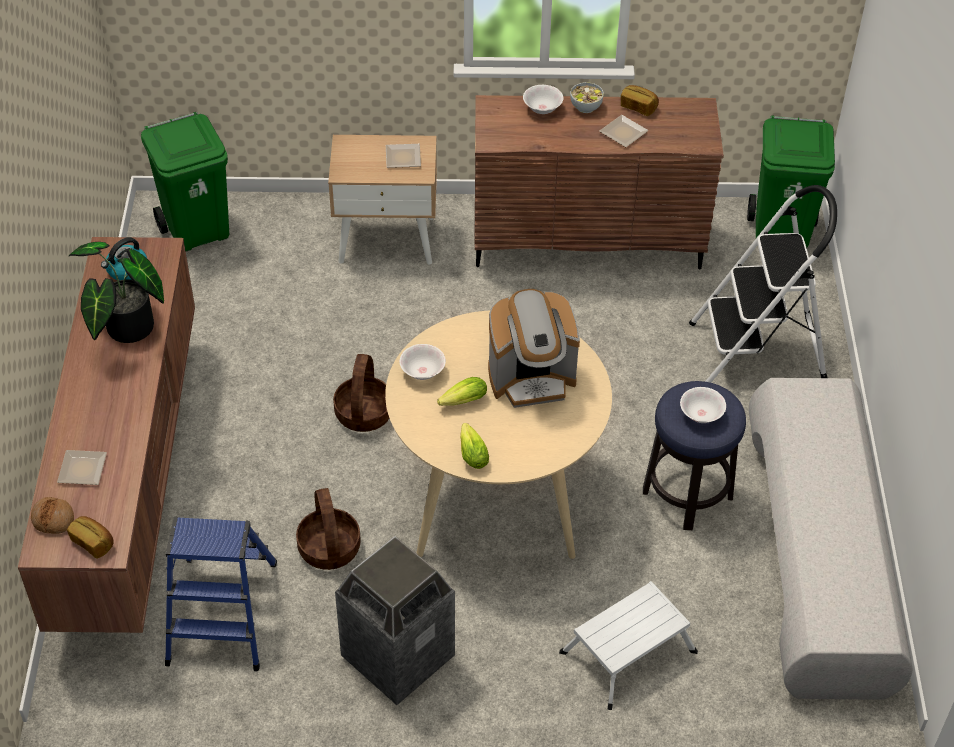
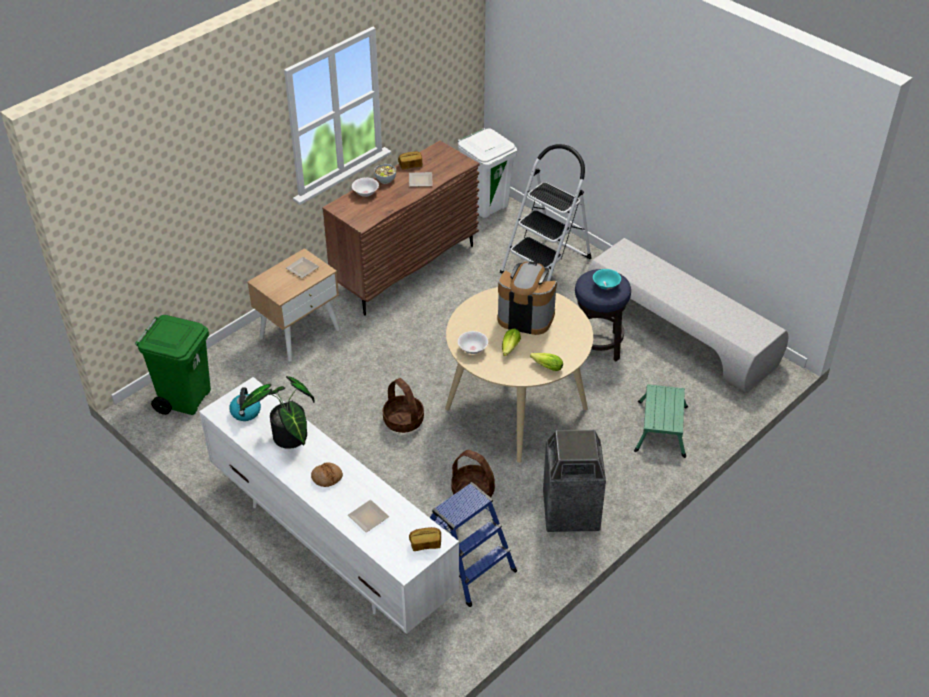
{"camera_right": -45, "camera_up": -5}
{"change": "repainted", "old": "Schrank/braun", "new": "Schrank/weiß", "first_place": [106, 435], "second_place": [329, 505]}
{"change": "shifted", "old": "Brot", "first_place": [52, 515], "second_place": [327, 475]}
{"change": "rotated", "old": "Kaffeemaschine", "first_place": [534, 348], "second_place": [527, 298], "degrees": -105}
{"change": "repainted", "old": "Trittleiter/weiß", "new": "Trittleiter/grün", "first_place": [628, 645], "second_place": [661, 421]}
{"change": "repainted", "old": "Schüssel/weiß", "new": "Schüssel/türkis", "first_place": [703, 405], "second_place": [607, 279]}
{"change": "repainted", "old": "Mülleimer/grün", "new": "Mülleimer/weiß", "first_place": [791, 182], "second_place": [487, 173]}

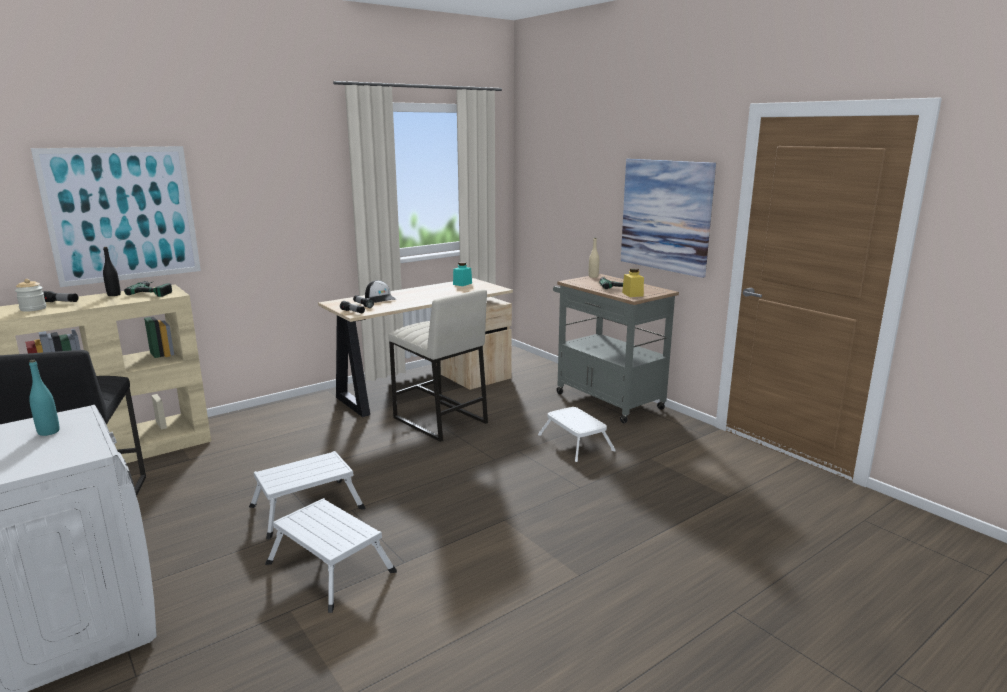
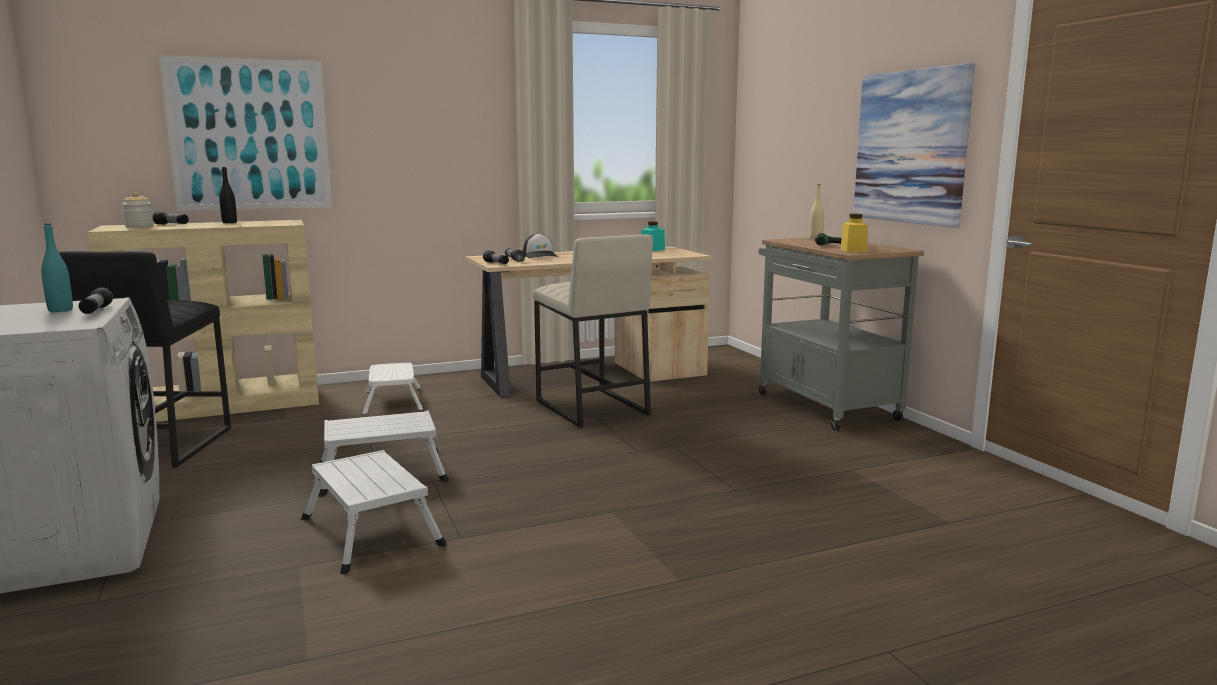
{"camera_right": 15, "camera_up": -5}
{"change": "gone", "old": "Bohrmaschine", "first_place": [148, 289]}
{"change": "shifted", "old": "Trittleiter/weiß", "first_place": [577, 434], "second_place": [392, 388]}
{"change": "new", "new": "Taschenlampe", "second_place": [96, 300]}

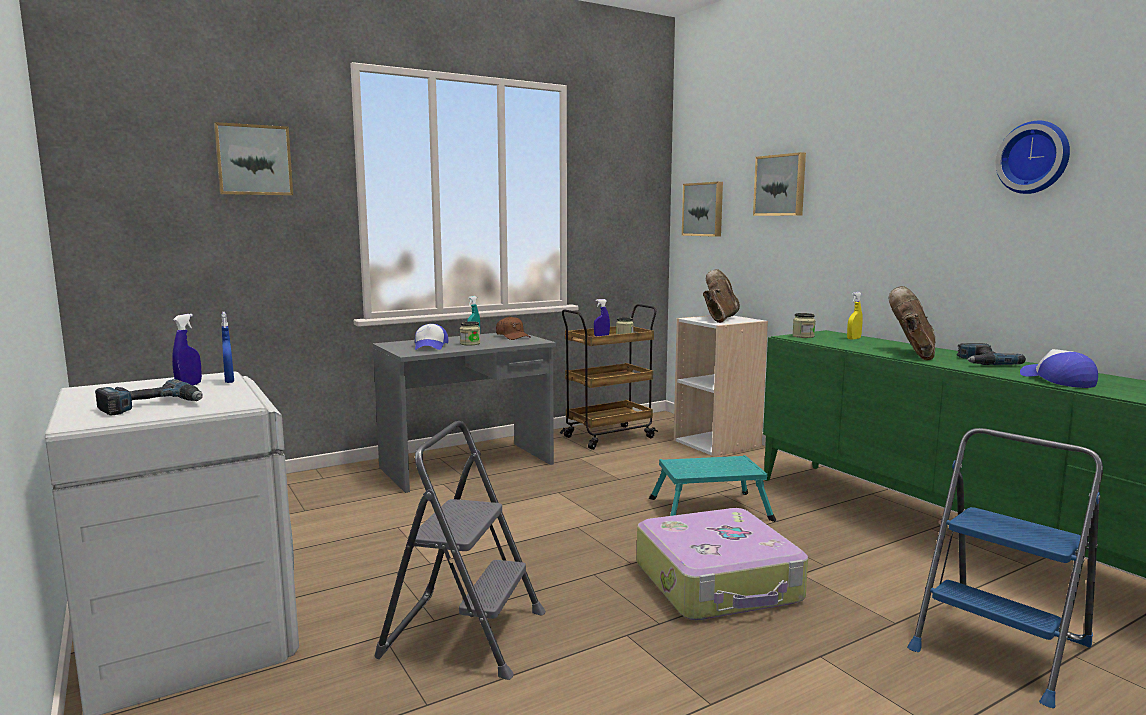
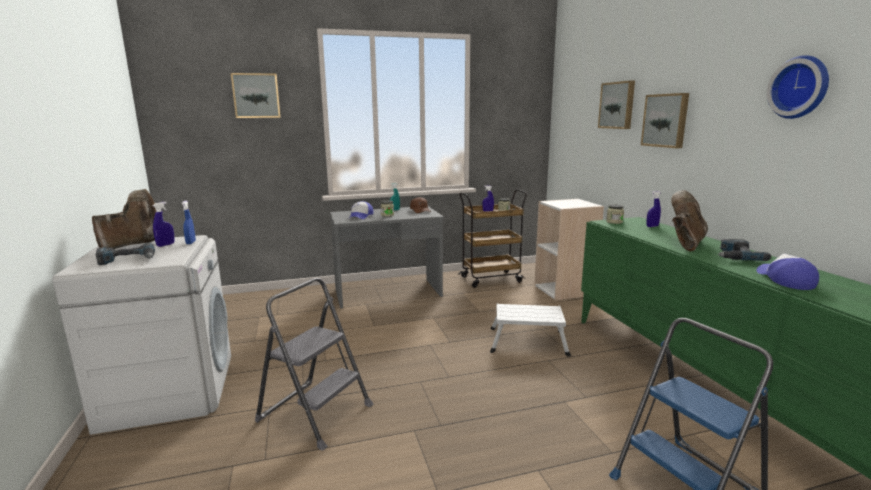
{"camera_right": 15, "camera_up": 5}
{"change": "gone", "old": "Koffer", "first_place": [722, 564]}
{"change": "repainted", "old": "Trittleiter/türkis", "new": "Trittleiter/weiß", "first_place": [712, 488], "second_place": [530, 330]}
{"change": "shifted", "old": "Bild", "first_place": [702, 209], "second_place": [665, 120]}
{"change": "shifted", "old": "Stiefel/braun", "first_place": [721, 296], "second_place": [124, 219]}
{"change": "repainted", "old": "Sprühflasche/gelb", "new": "Sprühflasche/blau", "first_place": [855, 316], "second_place": [653, 209]}

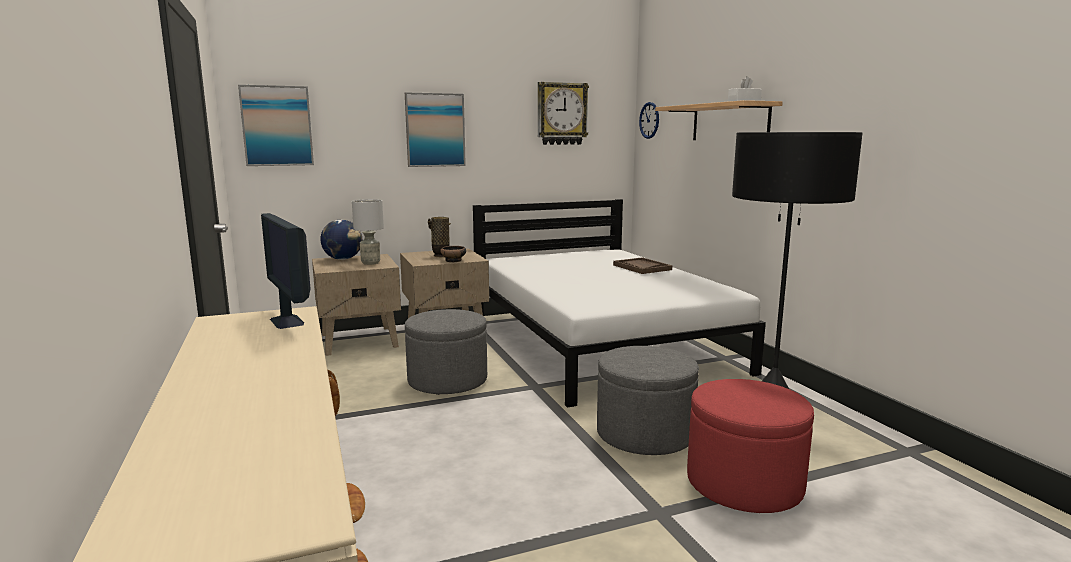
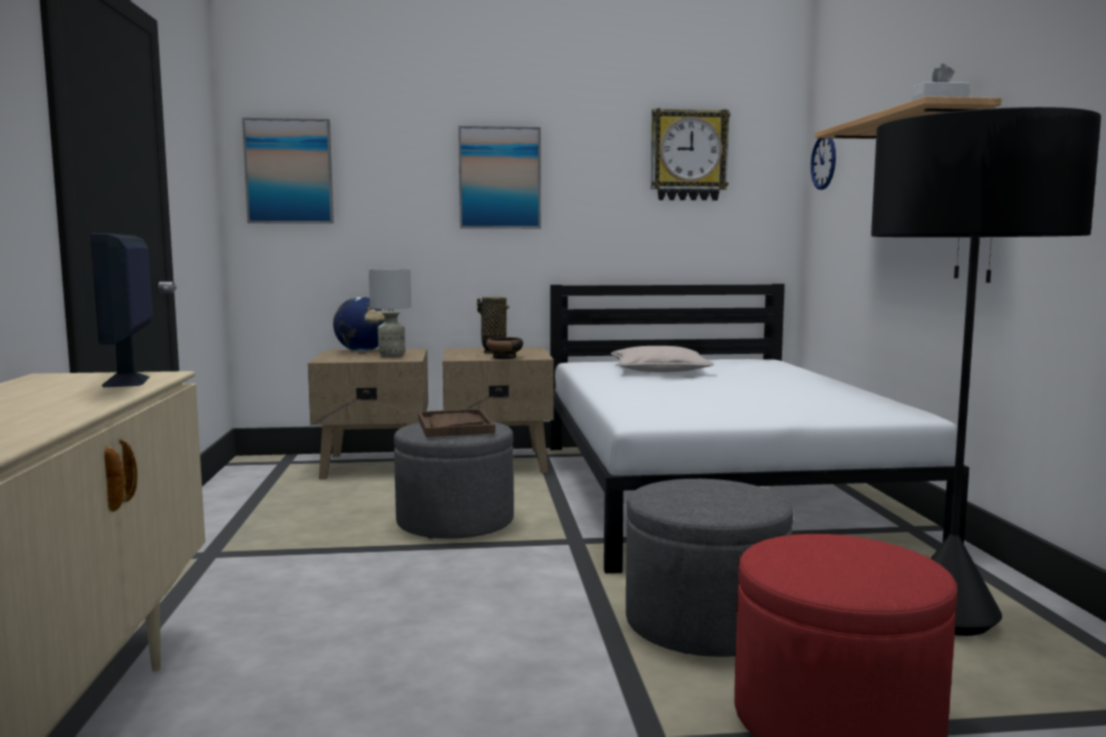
{"camera_right": 15, "camera_up": -5}
{"change": "shifted", "old": "Tablett/braun", "first_place": [642, 265], "second_place": [456, 423]}
{"change": "new", "new": "Kissen/beige", "second_place": [662, 359]}

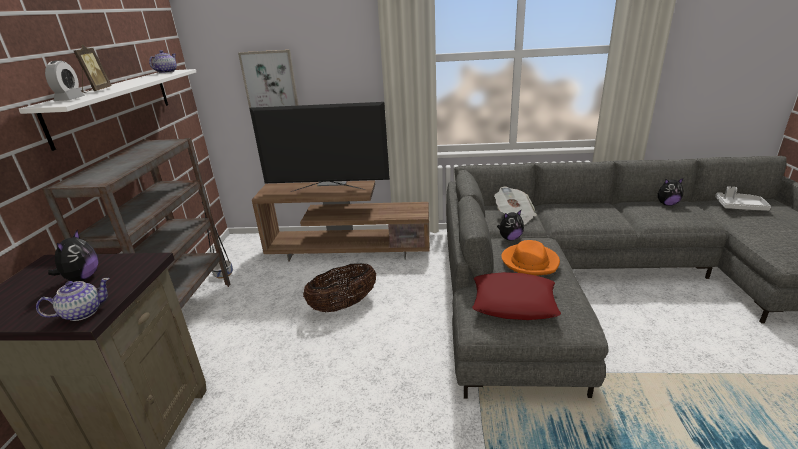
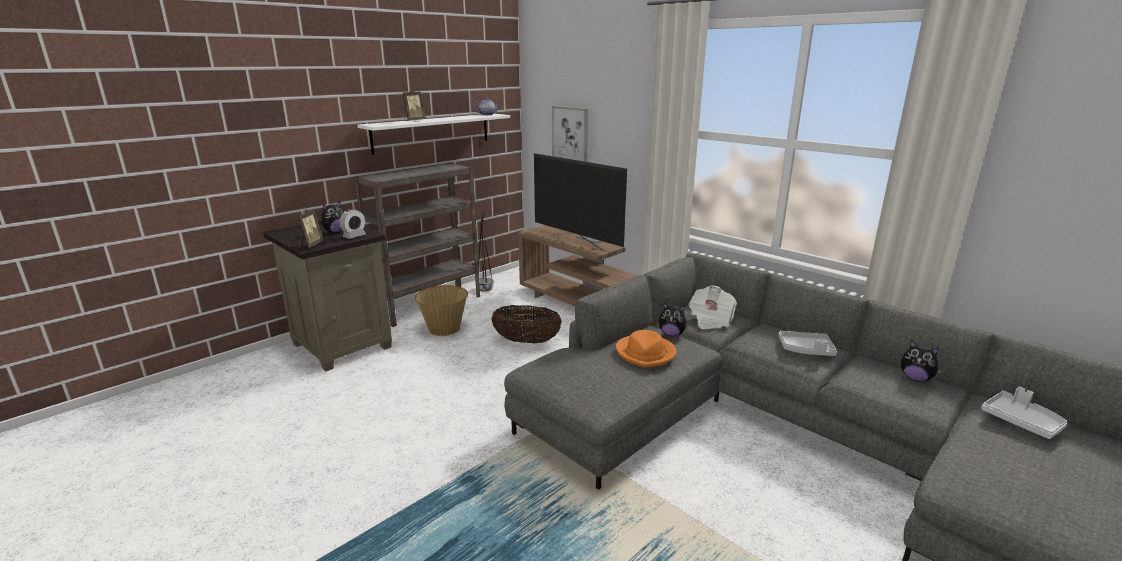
{"camera_right": 40, "camera_up": -5}
{"change": "swapped", "old": "Teekanne", "new": "Bilderrahmen", "first_place": [73, 299], "second_place": [310, 228]}
{"change": "shifted", "old": "Wecker", "first_place": [65, 80], "second_place": [353, 224]}
{"change": "gone", "old": "Kissen/rot", "first_place": [516, 296]}
{"change": "new", "new": "Korb", "second_place": [441, 310]}
{"change": "new", "new": "Tablett/grau", "second_place": [807, 343]}

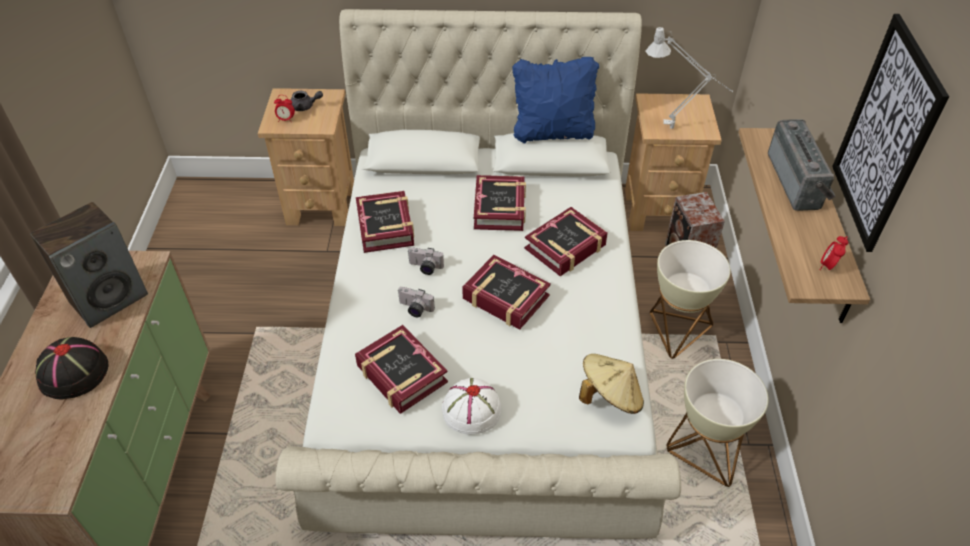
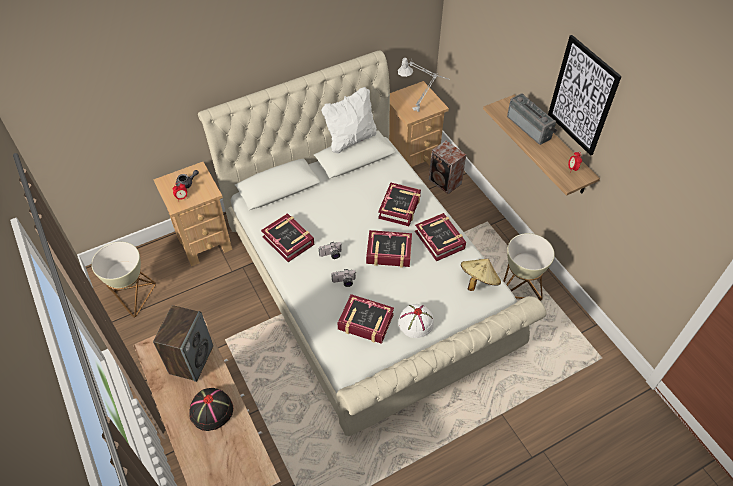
{"camera_right": -30, "camera_up": 5}
{"change": "shifted", "old": "Buch", "first_place": [500, 203], "second_place": [440, 237]}
{"change": "repainted", "old": "Kissen/blau", "new": "Kissen/weiß", "first_place": [555, 100], "second_place": [349, 120]}
{"change": "shifted", "old": "Pflanzkübel", "first_place": [690, 299], "second_place": [123, 280]}

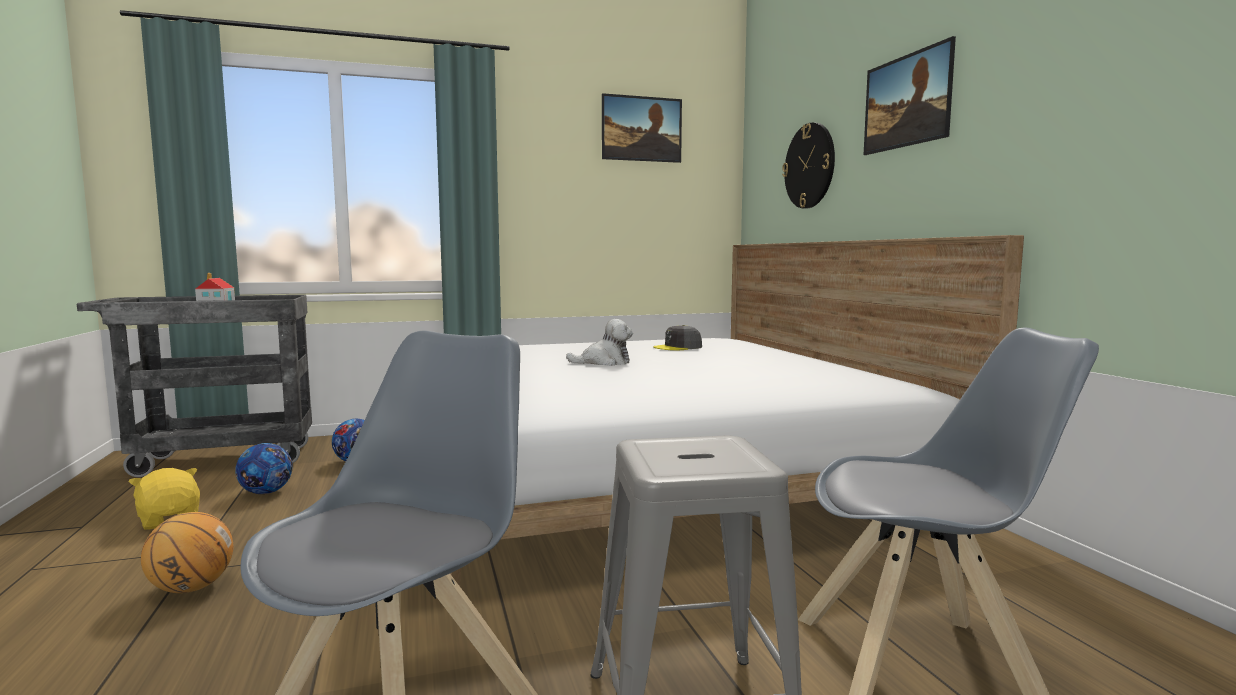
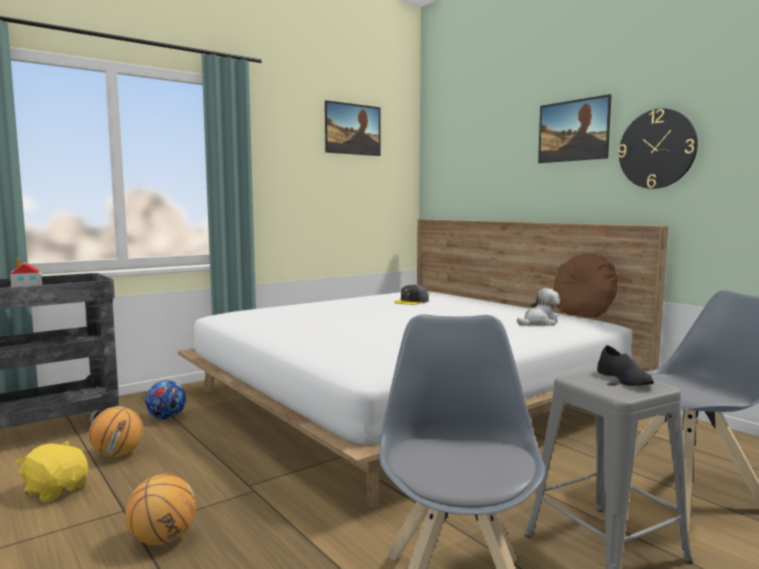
{"camera_right": -20, "camera_up": 0}
{"change": "swapped", "old": "Fußball", "new": "Basketball", "first_place": [264, 468], "second_place": [116, 432]}
{"change": "shifted", "old": "Plüschtier", "first_place": [599, 342], "second_place": [538, 307]}
{"change": "shifted", "old": "Wanduhr", "first_place": [808, 165], "second_place": [658, 148]}
{"change": "new", "new": "Kissen/braun", "second_place": [586, 285]}
{"change": "new", "new": "Schuh/schwarz", "second_place": [625, 365]}

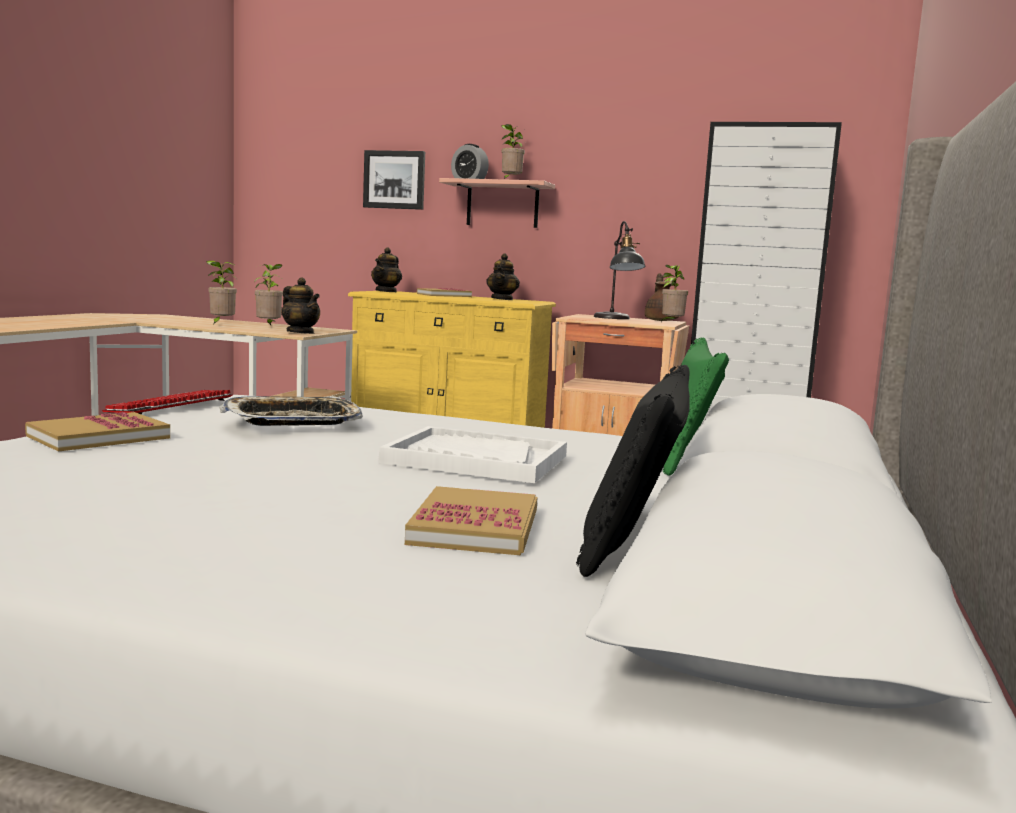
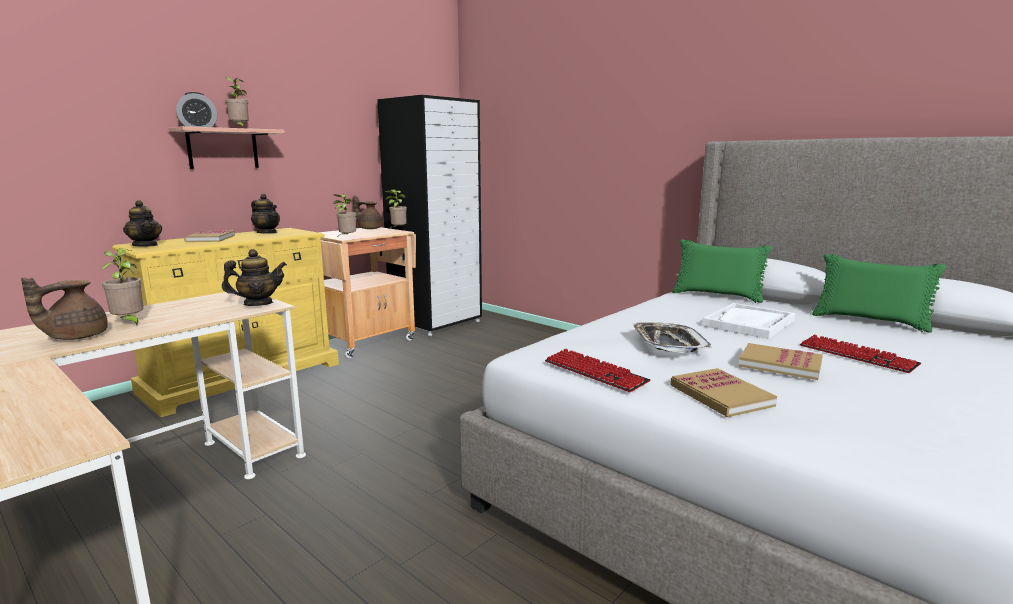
{"camera_right": -65, "camera_up": 5}
{"change": "shifted", "old": "Topfpflanze", "first_place": [268, 294], "second_place": [344, 215]}
{"change": "gone", "old": "Bild", "first_place": [394, 180]}
{"change": "shifted", "old": "Buch", "first_place": [471, 520], "second_place": [781, 361]}
{"change": "repainted", "old": "Kissen/schwarz", "new": "Kissen/grün", "first_place": [633, 471], "second_place": [879, 293]}
{"change": "gone", "old": "Tischlampe/grau", "first_place": [619, 270]}
{"change": "new", "new": "Teekanne/braun", "second_place": [64, 308]}
{"change": "new", "new": "Tastatur", "second_place": [860, 354]}

